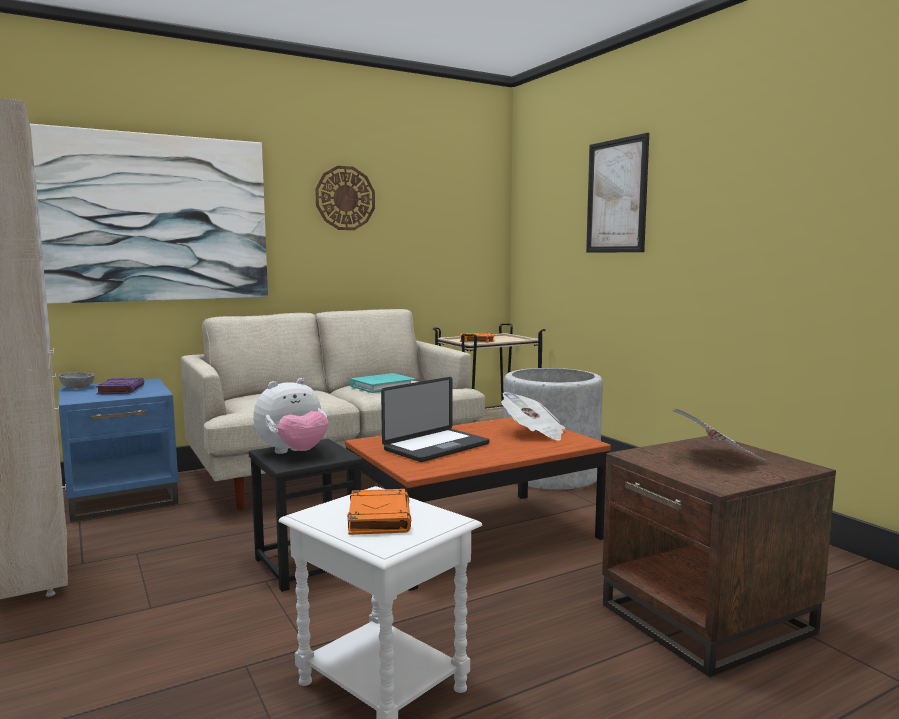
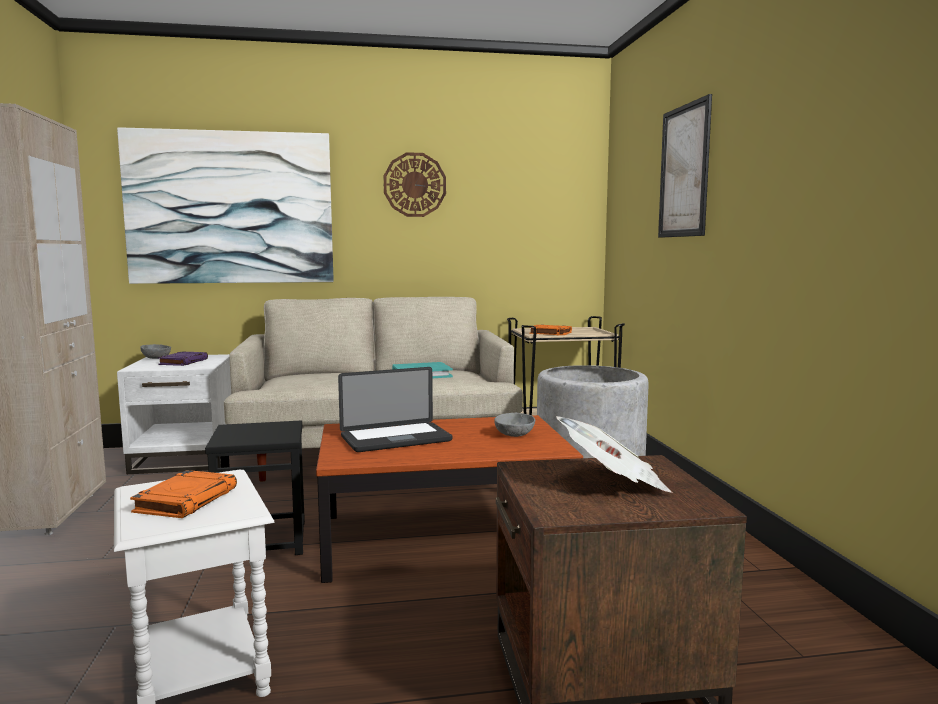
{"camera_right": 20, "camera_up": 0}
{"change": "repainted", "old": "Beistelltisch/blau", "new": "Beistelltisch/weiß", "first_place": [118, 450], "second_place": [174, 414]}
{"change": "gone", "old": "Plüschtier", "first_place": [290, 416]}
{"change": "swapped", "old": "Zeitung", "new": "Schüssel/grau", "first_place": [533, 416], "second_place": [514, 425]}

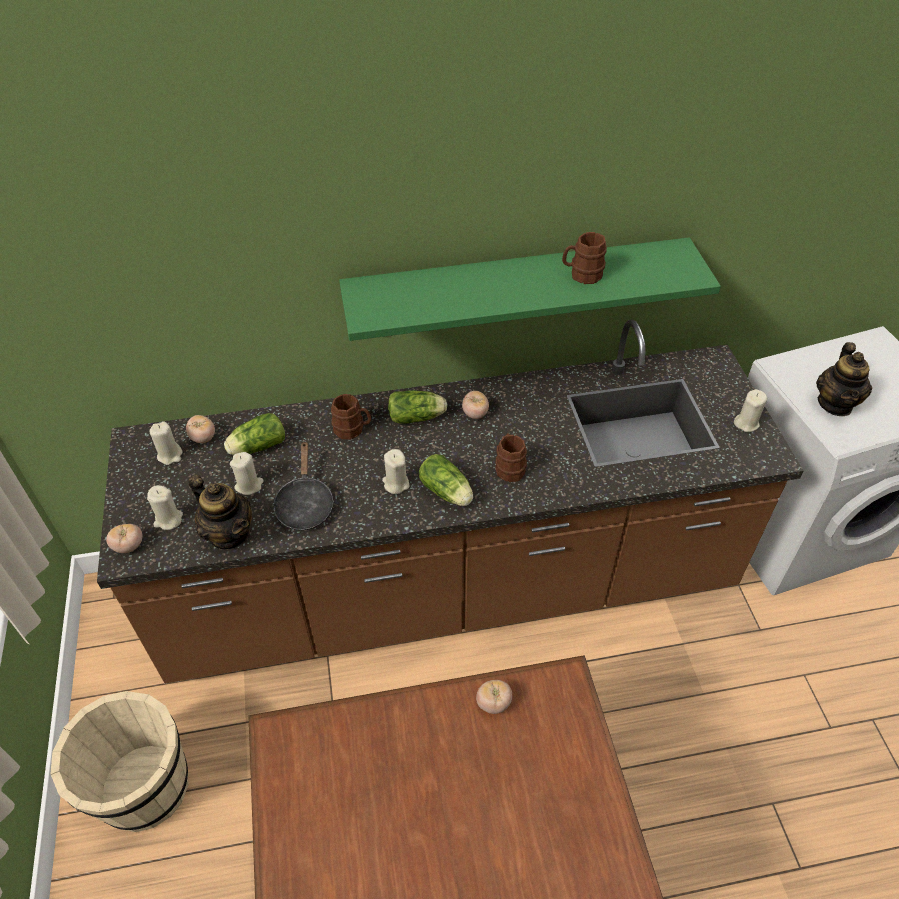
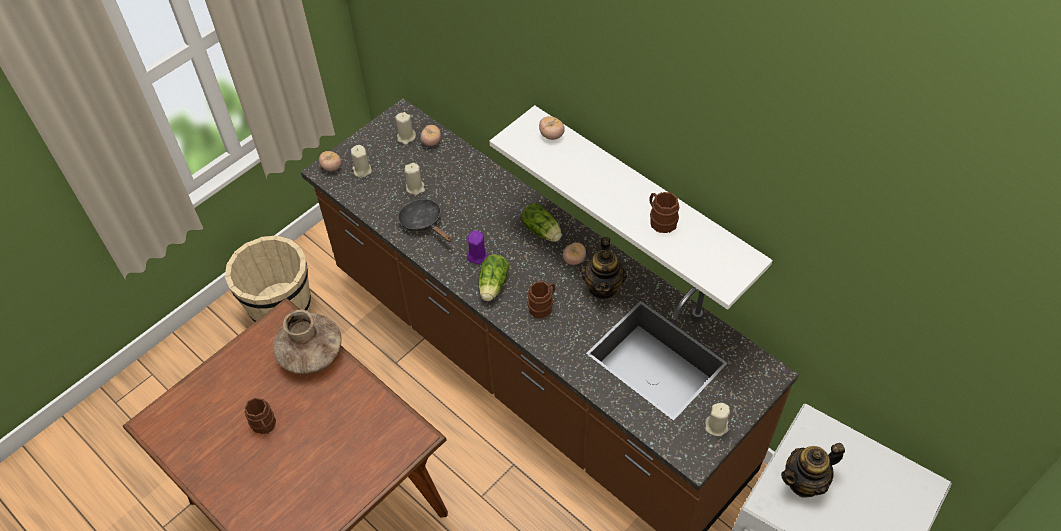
{"camera_right": 55, "camera_up": 5}
{"change": "shifted", "old": "Teekanne", "first_place": [220, 512], "second_place": [604, 268]}
{"change": "gone", "old": "Salatkopf", "first_place": [254, 434]}
{"change": "rotated", "old": "Pfanne/schwarz", "first_place": [303, 485], "second_place": [425, 220], "degrees": 90}
{"change": "shifted", "old": "Henkelbecher/braun", "first_place": [351, 417], "second_place": [260, 416]}
{"change": "repainted", "old": "Wandregal/grün", "new": "Wandregal/weiß", "first_place": [530, 289], "second_place": [631, 207]}
{"change": "repainted", "old": "Kerze/beige", "new": "Kerze/lila", "first_place": [395, 471], "second_place": [477, 247]}
{"change": "shifted", "old": "Tomate", "first_place": [494, 697], "second_place": [552, 128]}
{"change": "new", "new": "Vase/braun", "second_place": [307, 342]}

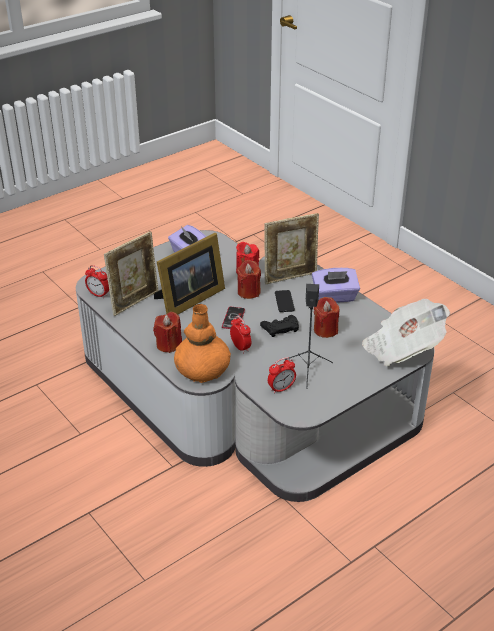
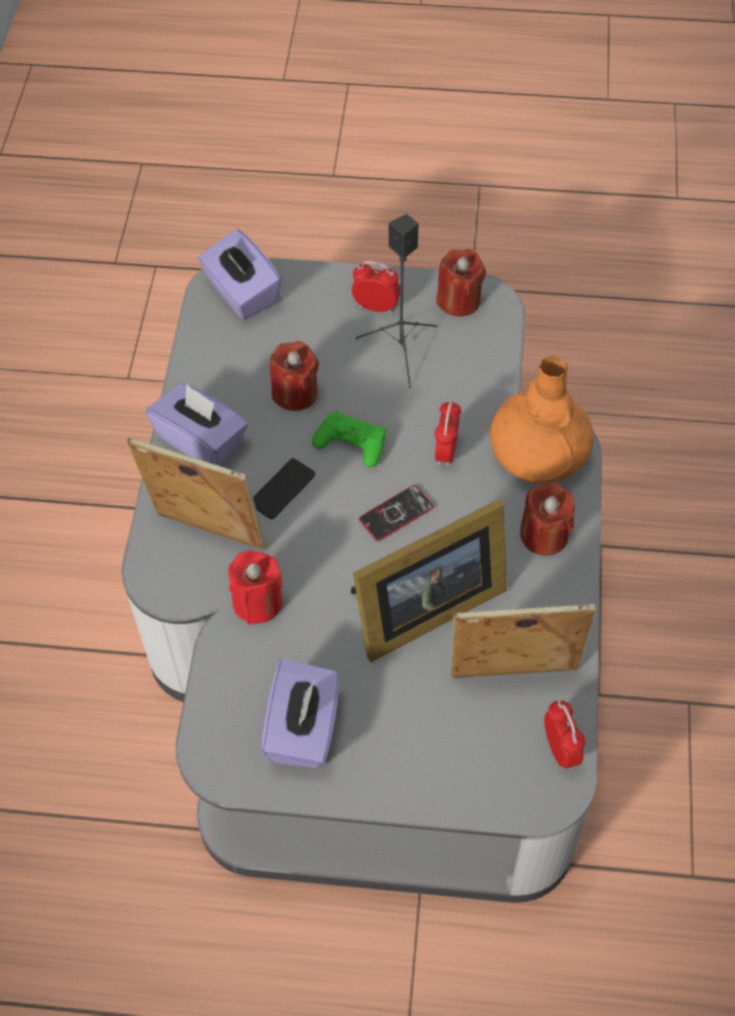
{"camera_right": -135, "camera_up": 20}
{"change": "rotated", "old": "Bilderrahmen", "first_place": [189, 274], "second_place": [429, 580], "degrees": 150}
{"change": "shifted", "old": "Kerze/rot", "first_place": [249, 279], "second_place": [461, 283]}
{"change": "repainted", "old": "Gamepad/schwarz", "new": "Gamepad/grün", "first_place": [279, 326], "second_place": [349, 439]}
{"change": "shifted", "old": "Wecker", "first_place": [282, 375], "second_place": [376, 287]}
{"change": "swapped", "old": "Zeitung", "new": "Taschentuchbox/lila", "first_place": [406, 332], "second_place": [240, 274]}

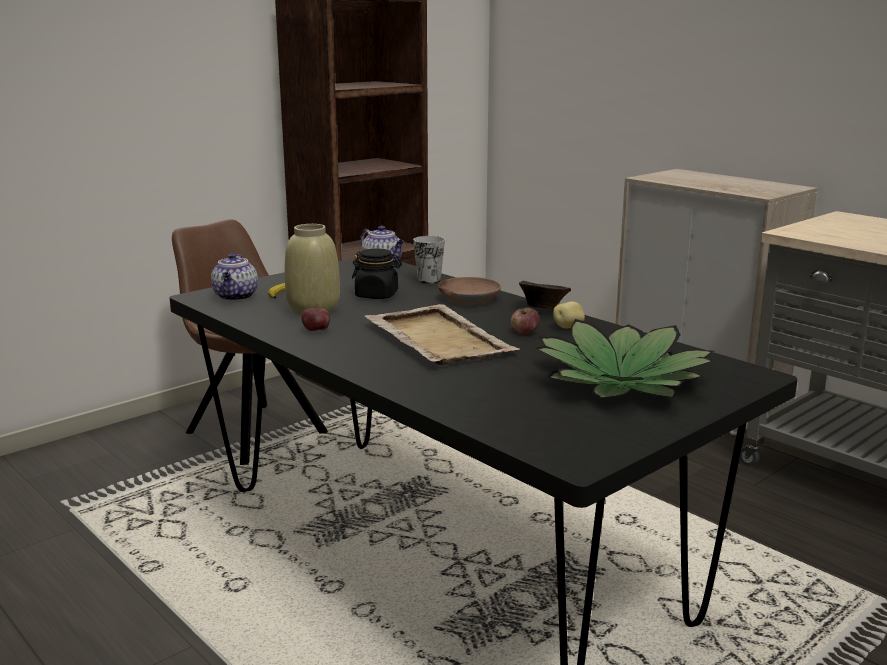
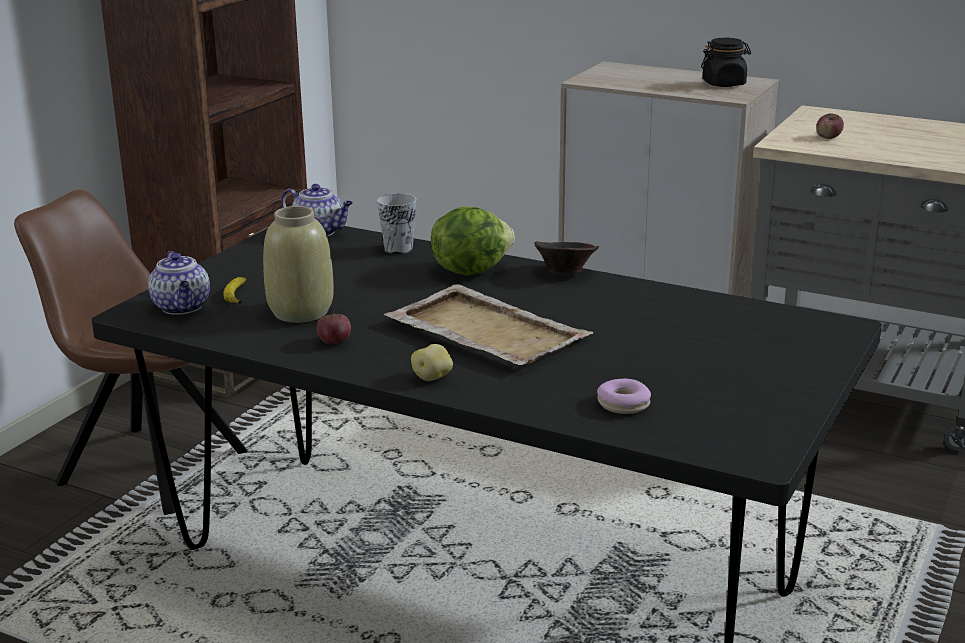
{"camera_right": -20, "camera_up": 5}
{"change": "shifted", "old": "Vorratsglas/schwarz", "first_place": [377, 274], "second_place": [726, 62]}
{"change": "swapped", "old": "Schüssel/braun", "new": "Salatkopf", "first_place": [469, 291], "second_place": [473, 241]}
{"change": "shifted", "old": "Apfel", "first_place": [525, 320], "second_place": [830, 126]}
{"change": "gone", "old": "Topfpflanze", "first_place": [625, 358]}
{"change": "shifted", "old": "Kartoffel", "first_place": [569, 315], "second_place": [432, 362]}
{"change": "new", "new": "Donut", "second_place": [624, 396]}

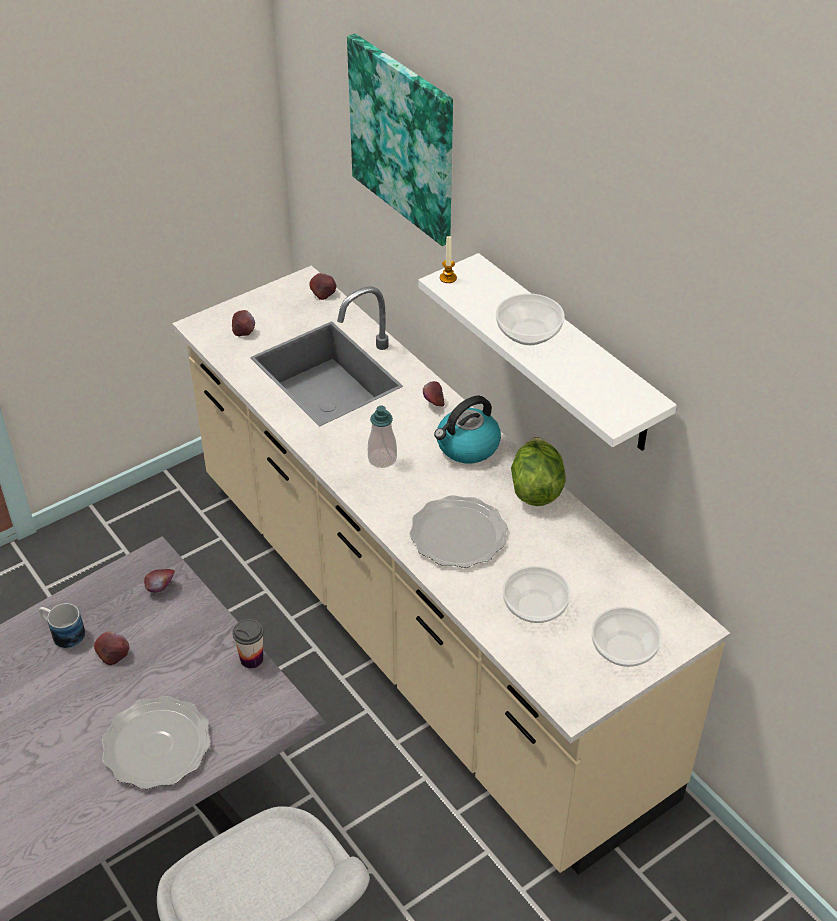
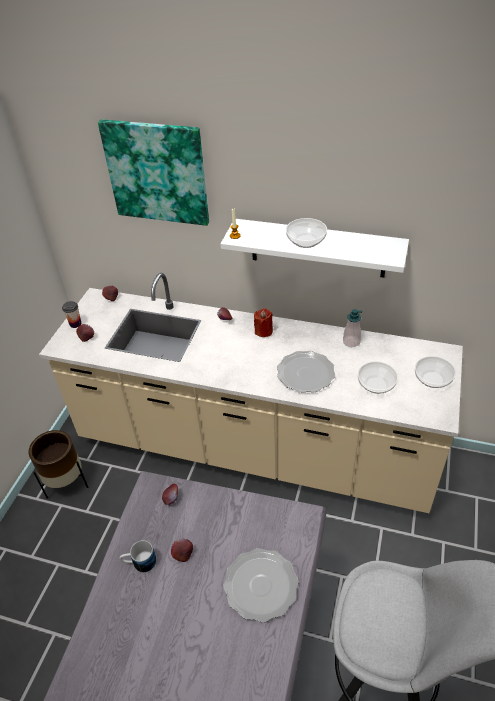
{"camera_right": -35, "camera_up": 0}
{"change": "shifted", "old": "Tasse", "first_place": [248, 643], "second_place": [71, 314]}
{"change": "shifted", "old": "Seifenspender", "first_place": [382, 436], "second_place": [352, 328]}
{"change": "swapped", "old": "Wasserkessel", "new": "Kerze/rot", "first_place": [467, 429], "second_place": [263, 322]}
{"change": "gone", "old": "Salatkopf", "first_place": [538, 471]}
{"change": "new", "new": "Pflanzkübel/braun", "second_place": [58, 464]}

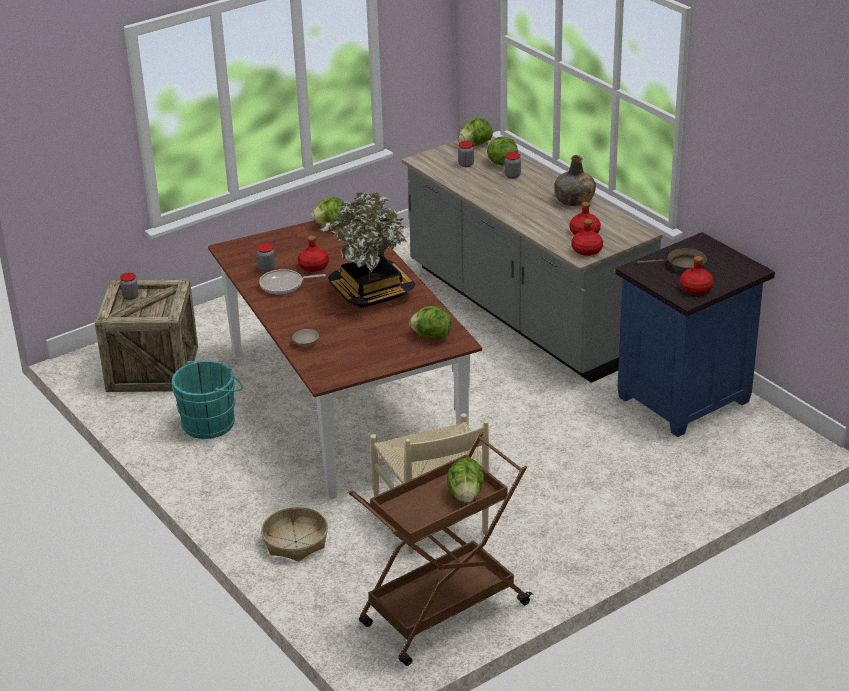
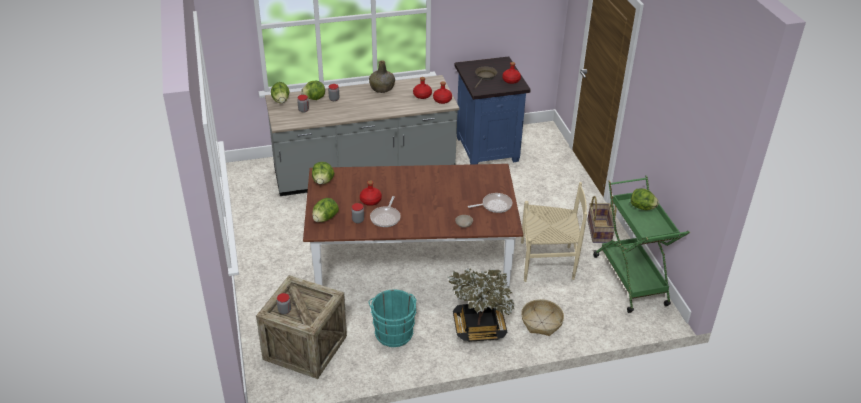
{"camera_right": -70, "camera_up": 5}
{"change": "shifted", "old": "Topfpflanze", "first_place": [368, 250], "second_place": [481, 305]}
{"change": "repainted", "old": "Rollwagen/braun", "new": "Rollwagen/grün", "first_place": [440, 549], "second_place": [641, 244]}
{"change": "shifted", "old": "Salatkopf", "first_place": [430, 322], "second_place": [325, 210]}
{"change": "new", "new": "Pfanne", "second_place": [490, 203]}
{"change": "new", "new": "Korb", "second_place": [602, 219]}

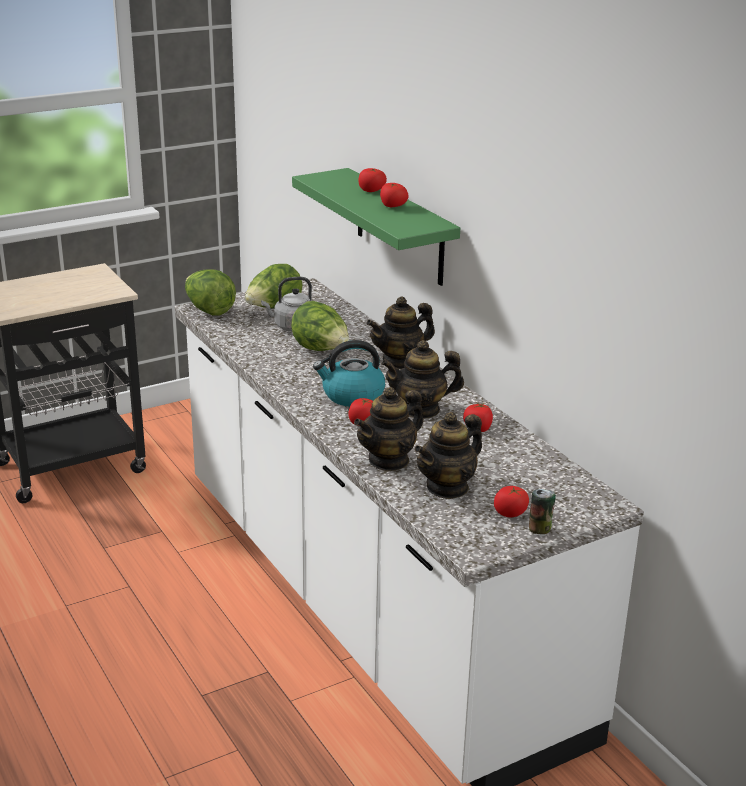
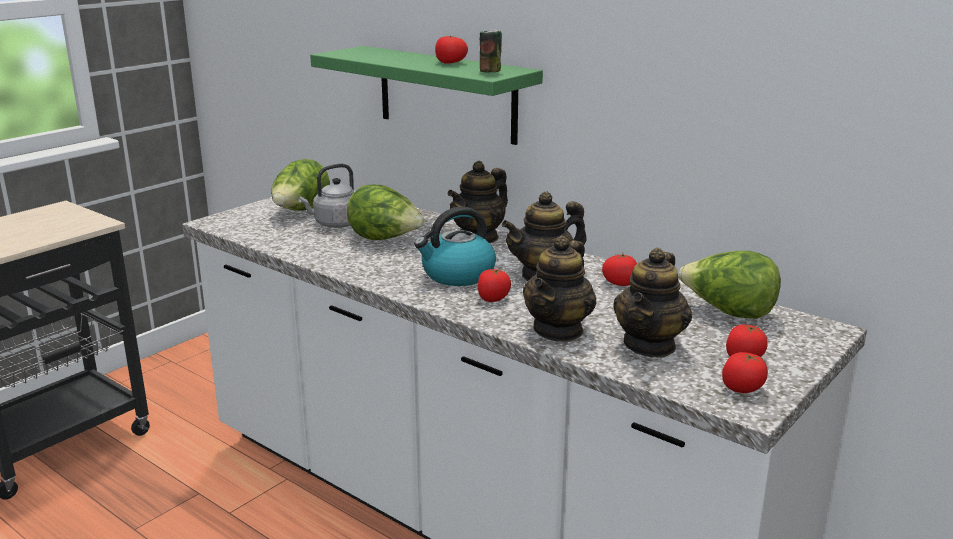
{"camera_right": -20, "camera_up": -5}
{"change": "shifted", "old": "Salatkopf", "first_place": [210, 293], "second_place": [730, 285]}
{"change": "shifted", "old": "Tomate", "first_place": [372, 180], "second_place": [745, 372]}
{"change": "shifted", "old": "Dose", "first_place": [542, 511], "second_place": [491, 51]}

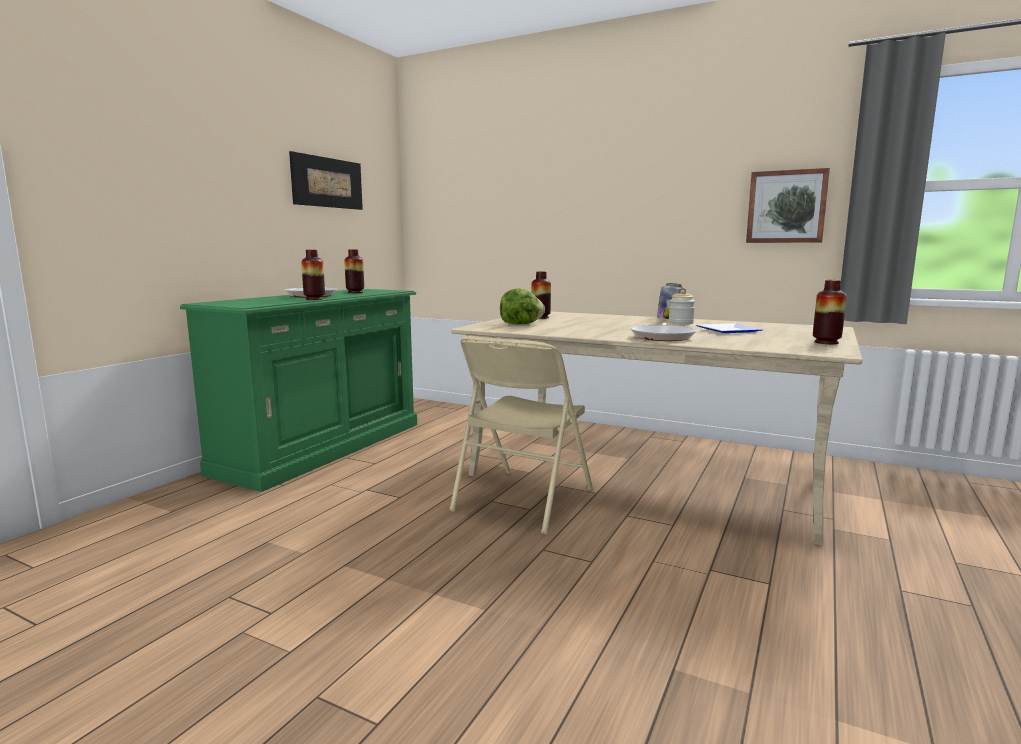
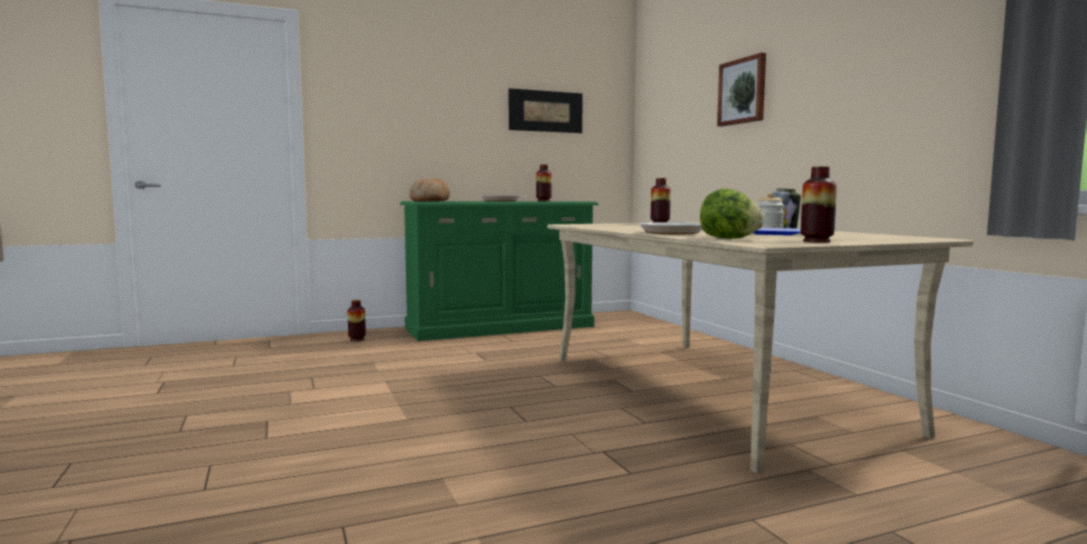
{"camera_right": 40, "camera_up": -5}
{"change": "shifted", "old": "Vase", "first_place": [313, 275], "second_place": [357, 320]}
{"change": "gone", "old": "Stuhl/beige", "first_place": [521, 435]}
{"change": "shifted", "old": "Salatkopf", "first_place": [522, 307], "second_place": [732, 214]}
{"change": "shifted", "old": "Bild", "first_place": [788, 205], "second_place": [741, 90]}
{"change": "new", "new": "Brot", "second_place": [430, 190]}

